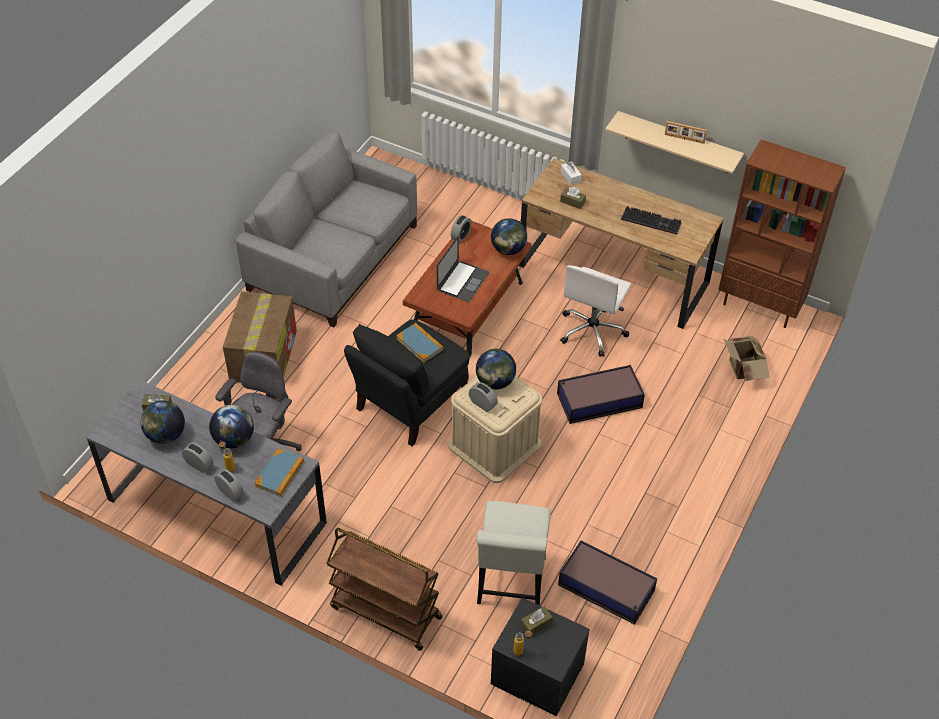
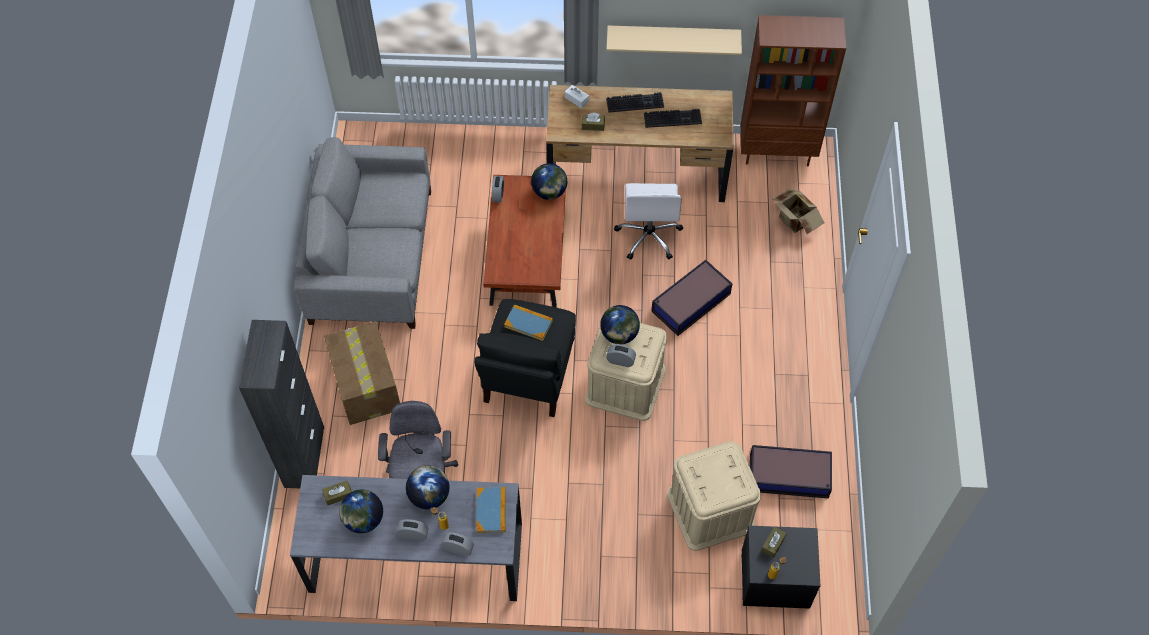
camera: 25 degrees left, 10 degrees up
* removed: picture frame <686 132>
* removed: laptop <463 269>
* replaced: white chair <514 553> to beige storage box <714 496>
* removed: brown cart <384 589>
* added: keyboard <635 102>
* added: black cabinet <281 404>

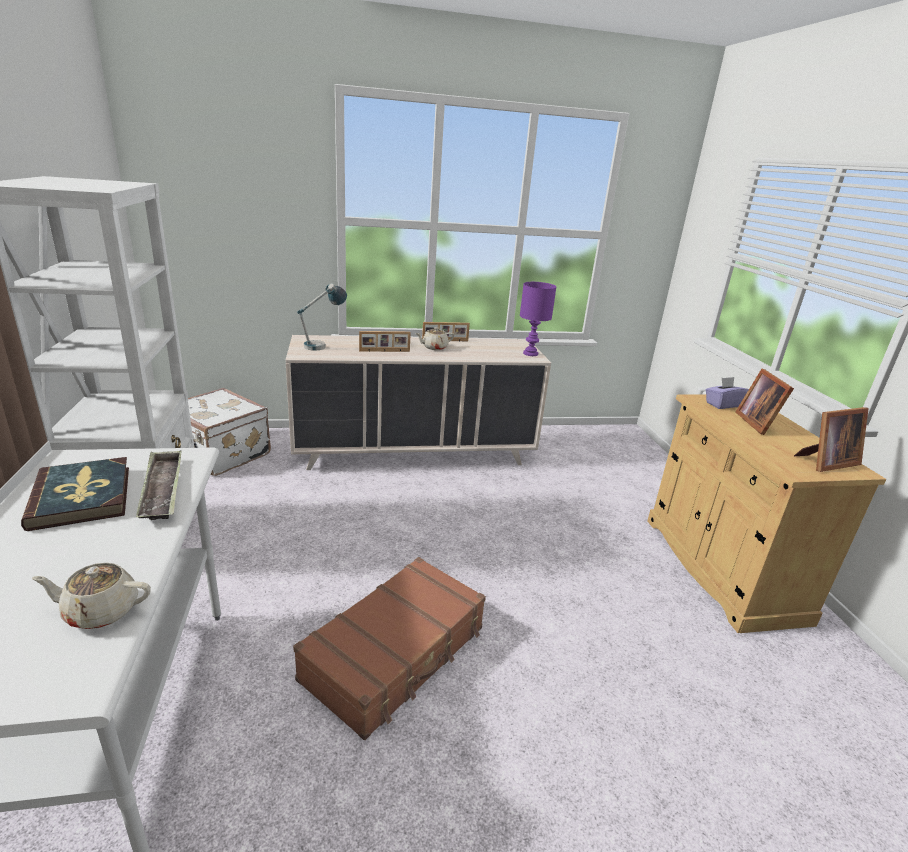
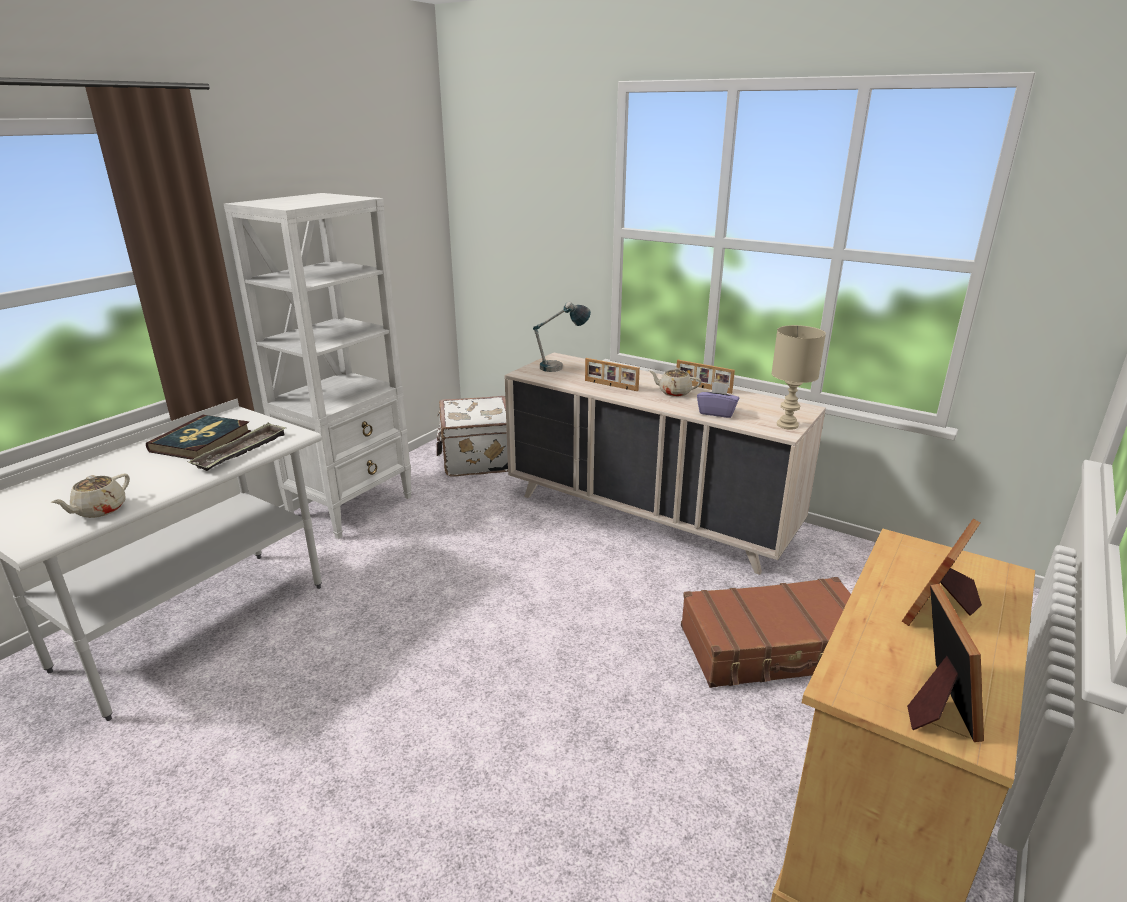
camera: 45 degrees right, 0 degrees up
* recoloured: purple table lamp <538 319> to beige table lamp <798 377>
* moved: purple tissue box <727 393> to <718 400>
* turned: picture frame <831 439> = <945 663> 105 degrees counterclockwise
* moved: brown suitcase <389 648> to <766 632>
* turned: beige teapot <91 596> = <90 496> 105 degrees counterclockwise

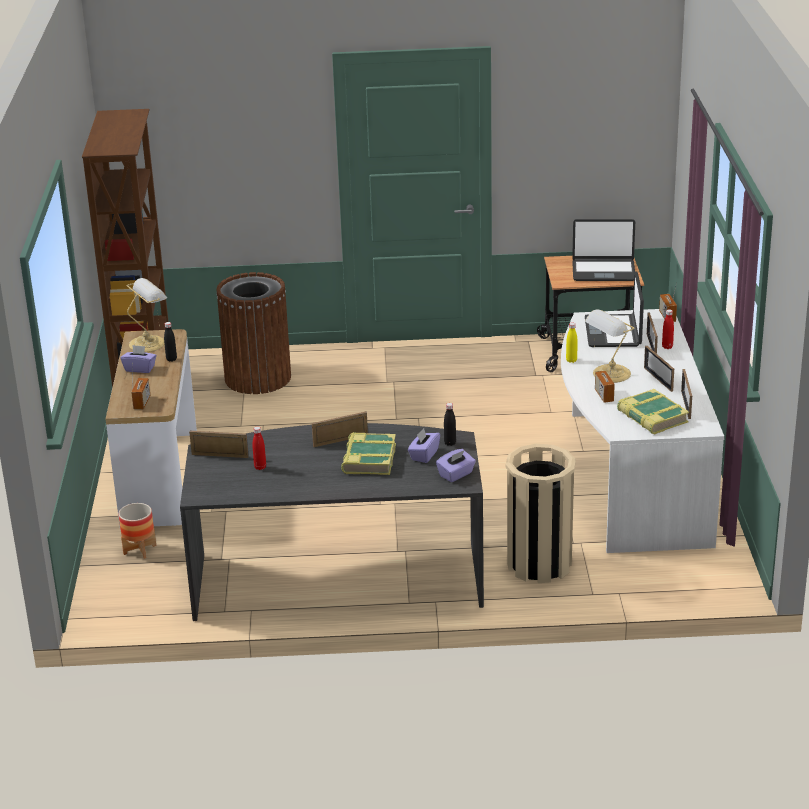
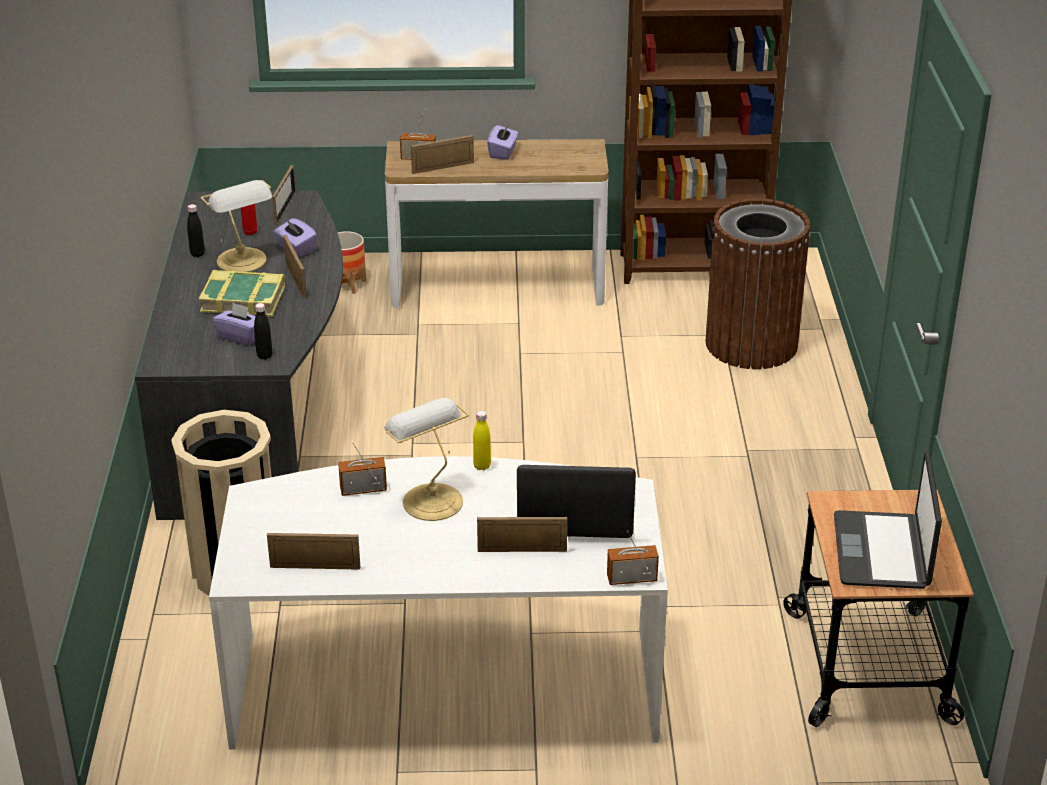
camera: 90 degrees right, 5 degrees up
* moved: table lamp <147 315> to <236 226>
* removed: red bottle <668 329>
* moved: black bottle <170 341> to <196 230>
* moved: picture frame <659 369> to <442 154>
* removed: book <653 411>
* moved: purple tissue box <456 465> to <295 238>

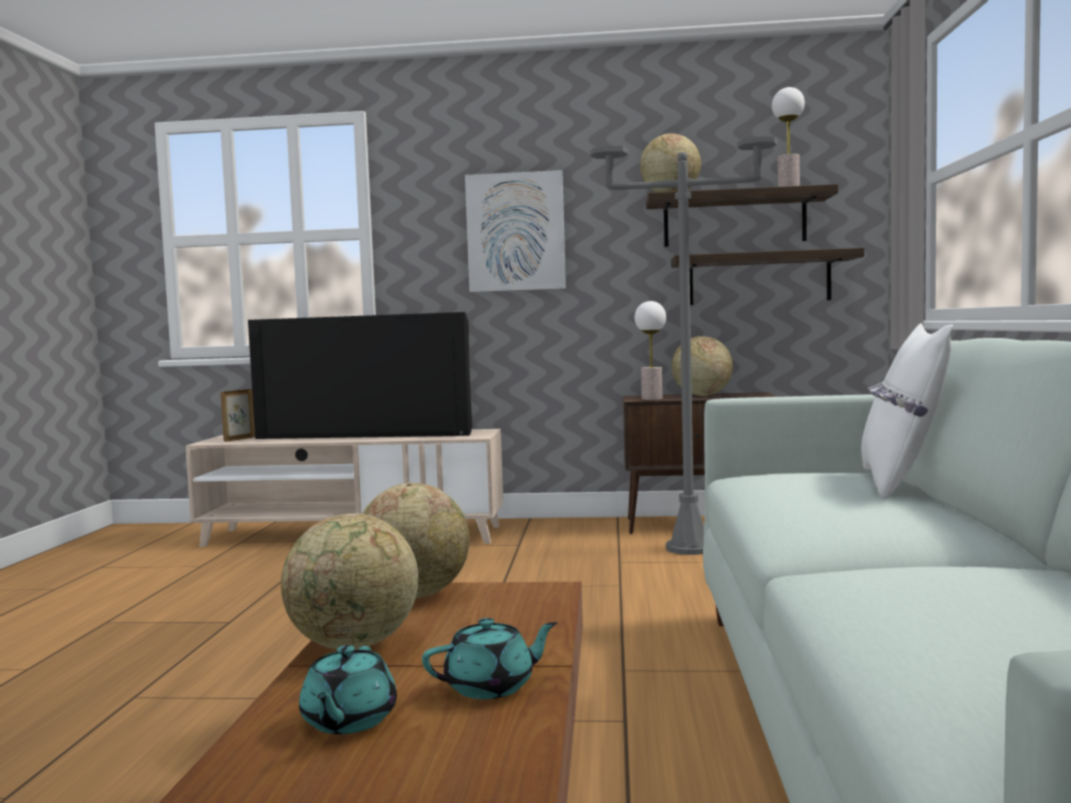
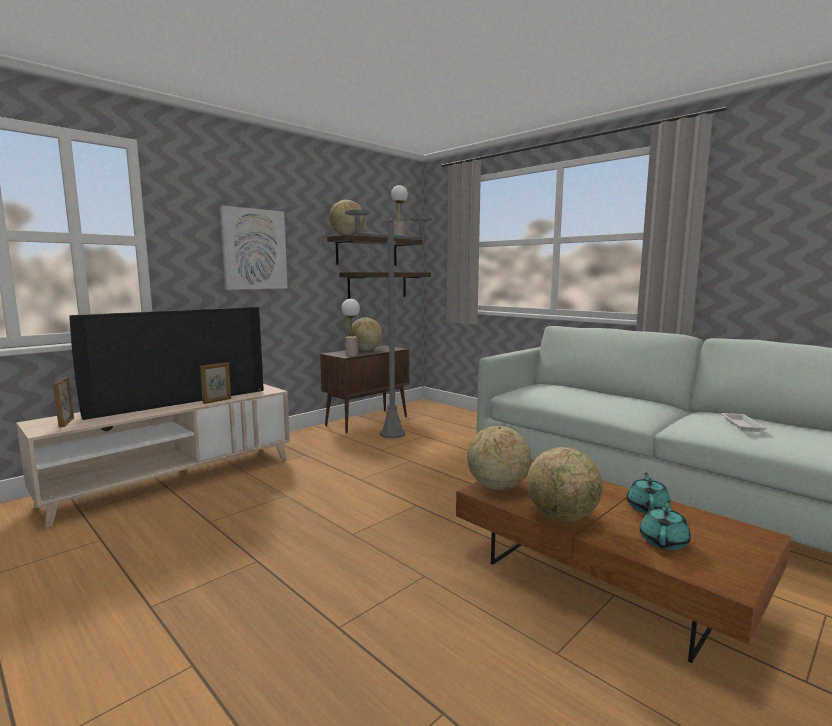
camera: 50 degrees left, 5 degrees up
* removed: white pillow <907 411>
* turned: turquoise teapot <348 689> = <665 525> 105 degrees counterclockwise
* added: picture frame <215 383>
* added: white tray <744 422>

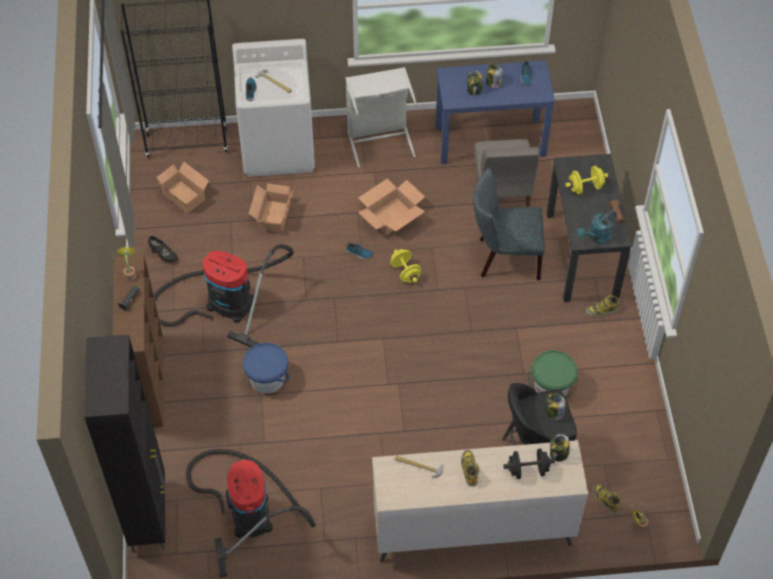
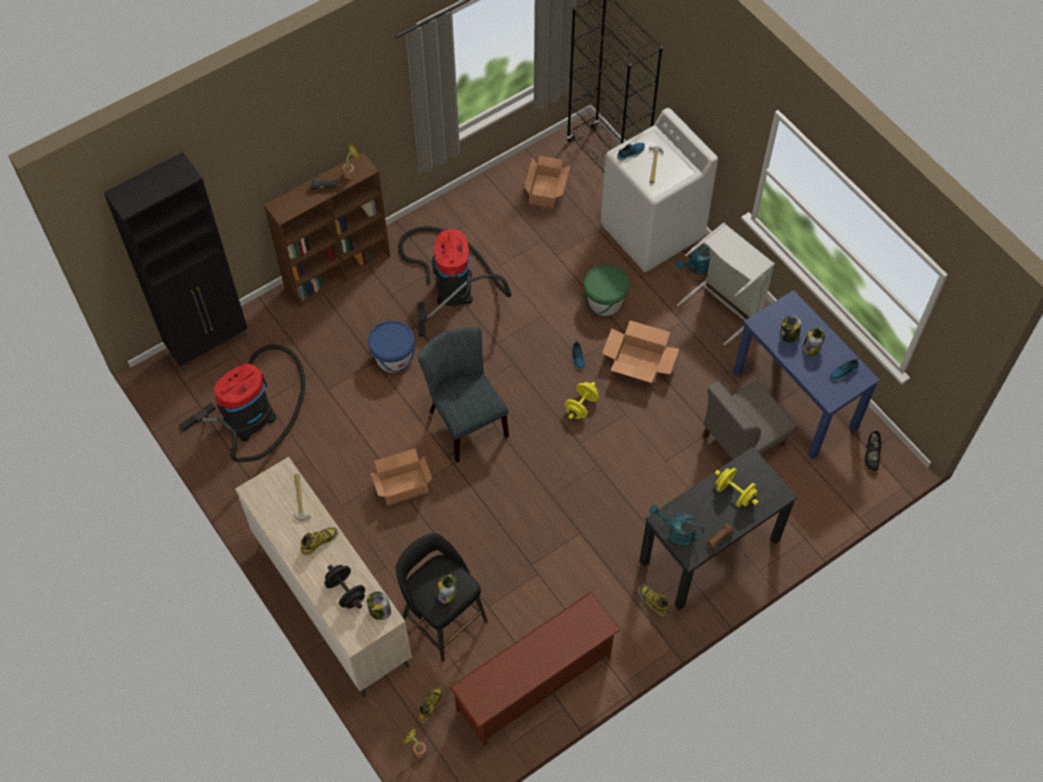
camera: 60 degrees right, 5 degrees up
* moved: grey chair <509 224> to <463 394>
* moved: cardboard box <271 208> to <401 477>
* moved: black shoe <163 249> to <873 451>
* moved: green bucket <553 374> to <606 290>
* added: turquoise watering can <693 259>
* added: brown shoe rack <534 669>

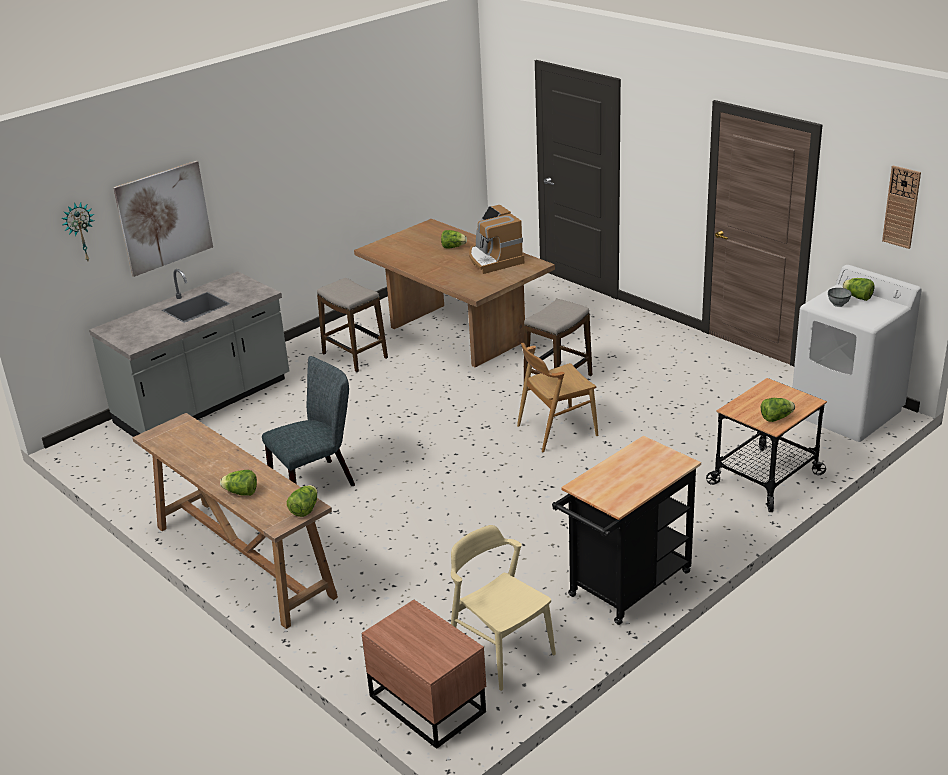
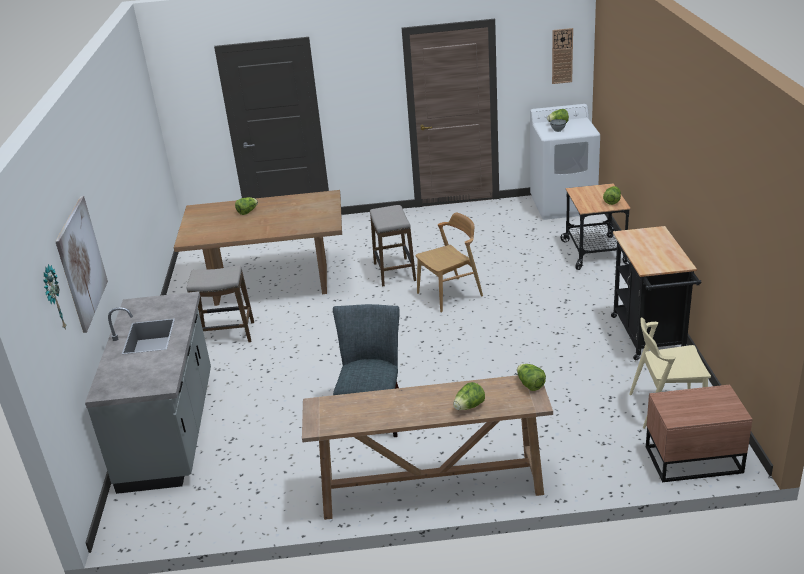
camera: 50 degrees left, 0 degrees up
* removed: coffee machine <496 239>
* turned: brown chair <557 397> = <449 262> 135 degrees counterclockwise

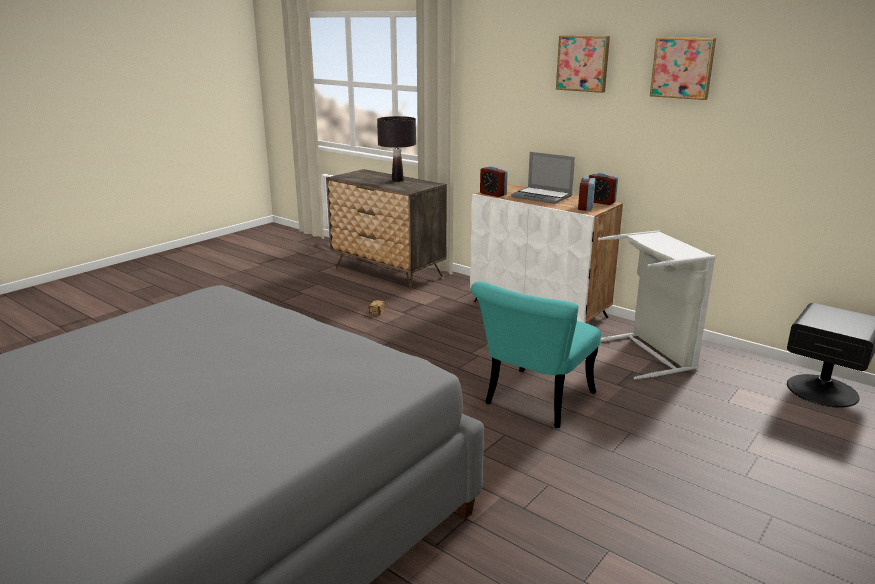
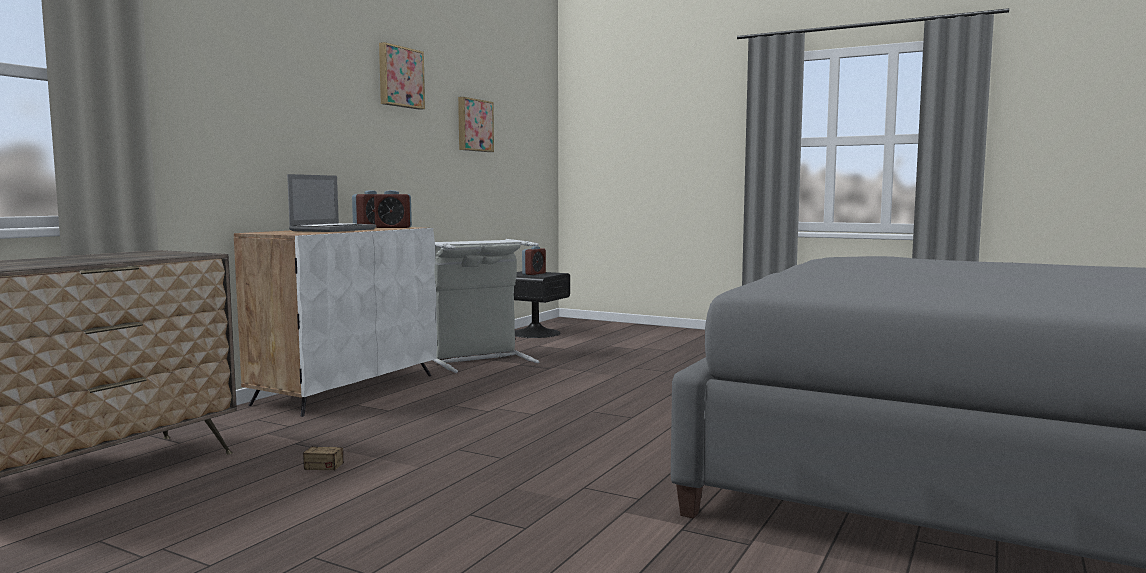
camera: 100 degrees left, 15 degrees down
* moved: picture <583 64> to <476 124>
* removed: black table lamp <396 149>
* moved: alarm clock <494 181> to <534 260>
* removed: turquoise chair <536 354>

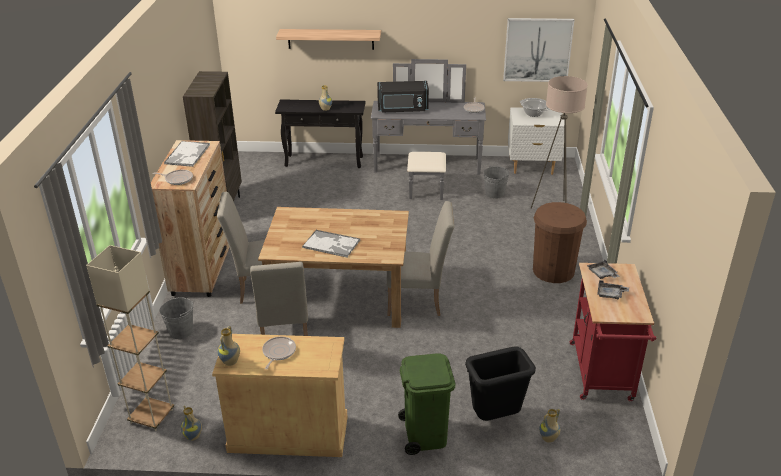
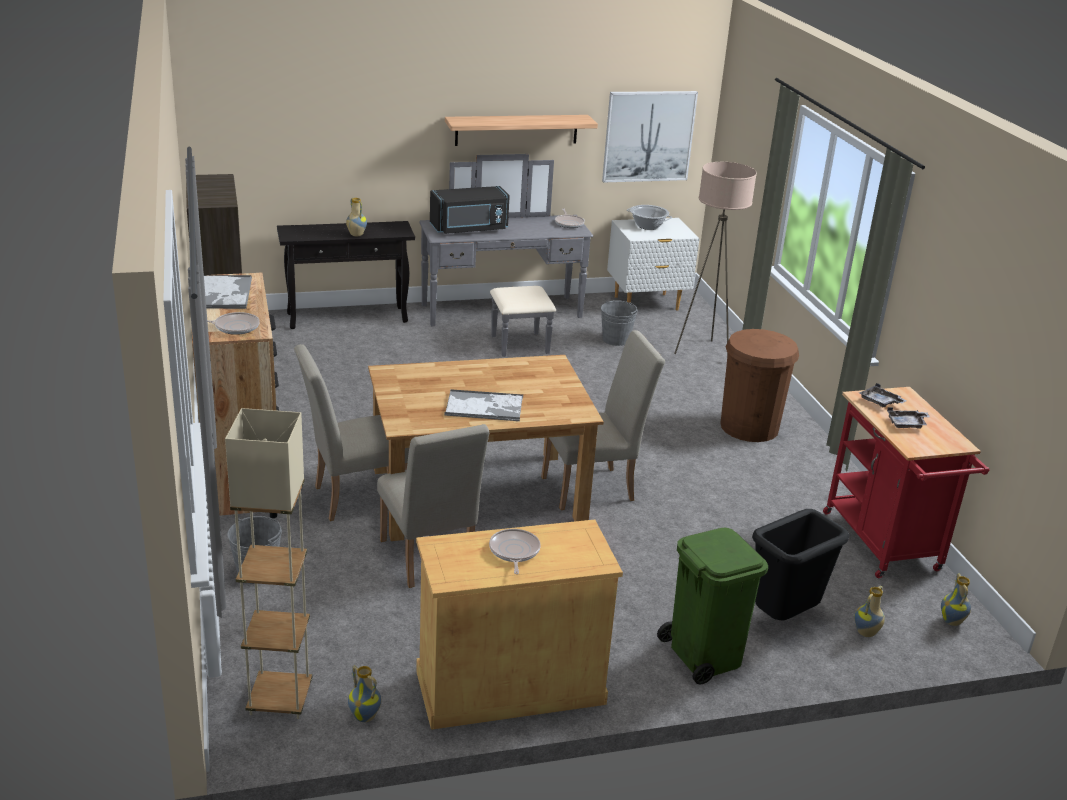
camera: 20 degrees left, 5 degrees down
* moved: shelf <328 39> to <521 130>
* moved: vase <229 346> to <956 599>

